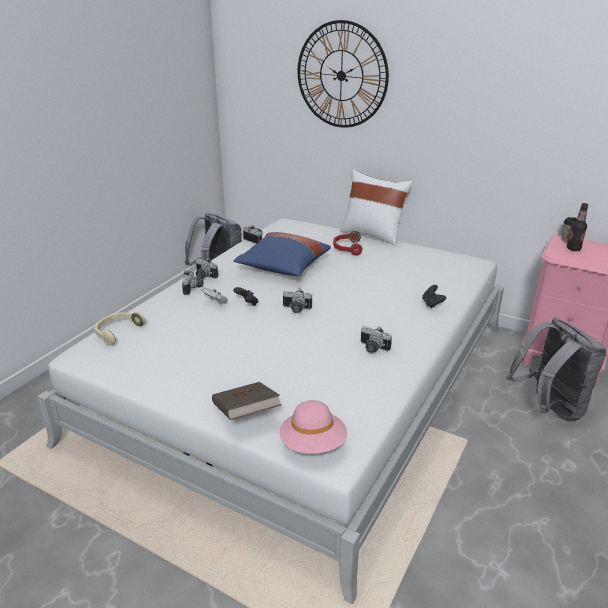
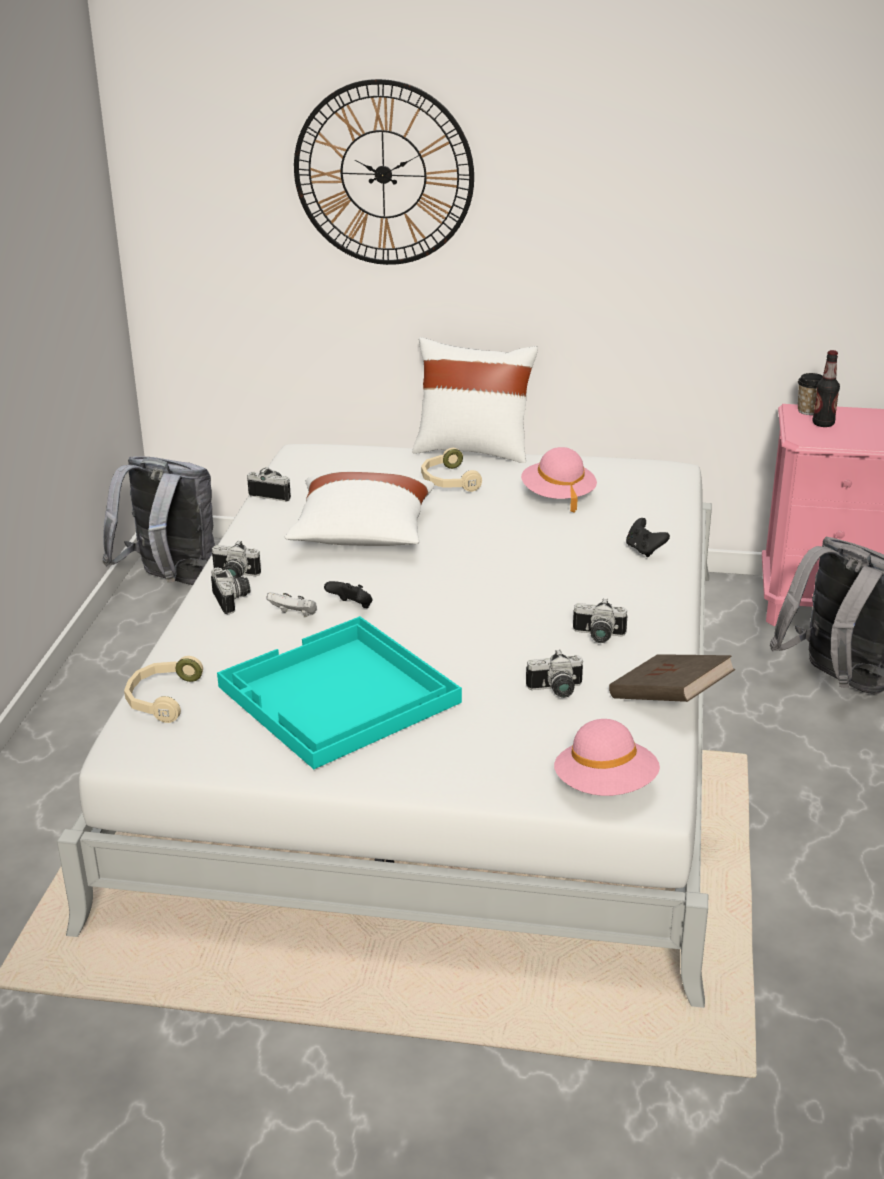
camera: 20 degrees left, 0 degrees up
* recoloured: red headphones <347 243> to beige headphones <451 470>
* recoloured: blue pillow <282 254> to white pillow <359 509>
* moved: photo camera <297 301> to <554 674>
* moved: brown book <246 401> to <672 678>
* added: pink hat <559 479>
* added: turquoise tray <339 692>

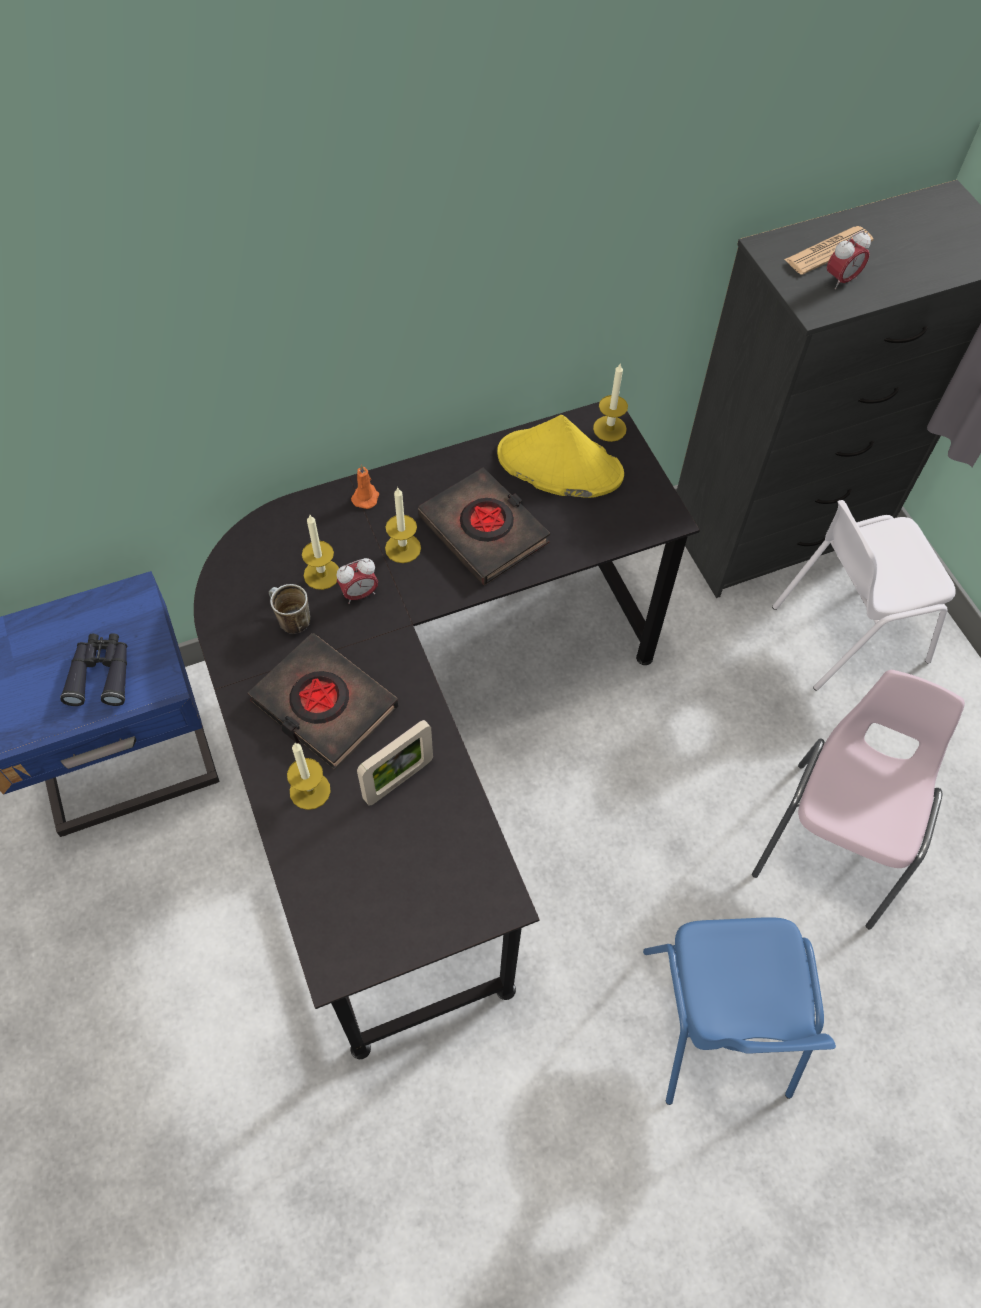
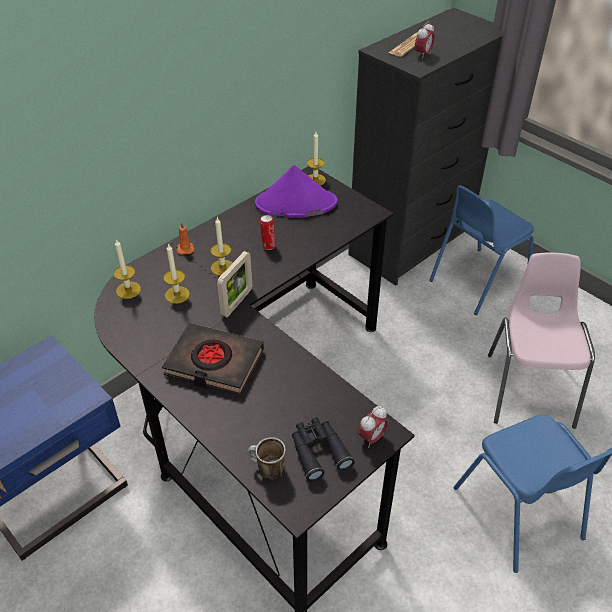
camera: 20 degrees left, 15 degrees down
* recoloured: yellow hat <560 456> to purple hat <296 191>
* replaced: black book <484 526> to can <268 232>
* recoloured: white chair <864 595> to blue chair <481 250>
* moved: alarm clock <357 581> to <373 427>
* moved: mug <289 608> to <266 458>
* moved: black binoculars <93 669> to <323 449>
* moved: picture frame <395 763> to <234 284>
* moved: candle <309 776> to <127 269>

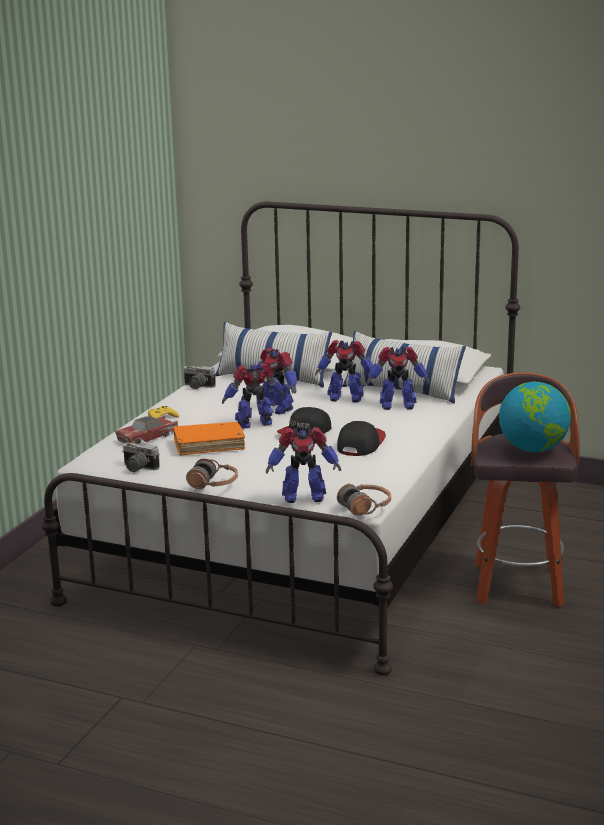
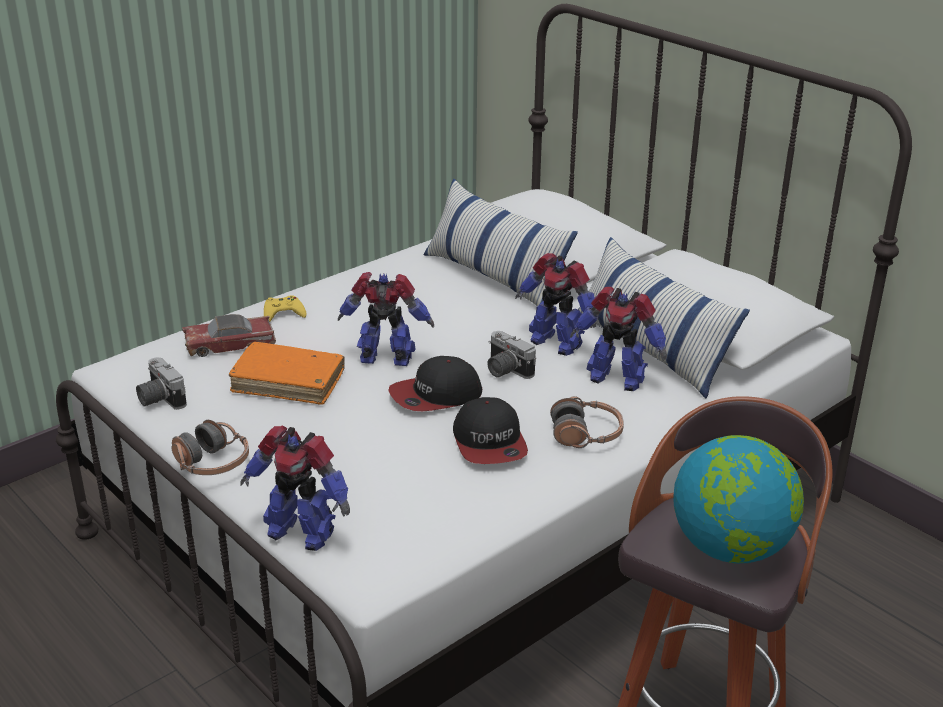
camera: 25 degrees right, 10 degrees up
* removed: toy robot <276 381>
* moved: photo camera <199 377> to <511 355>
* turned: cap <361 438> = <490 430> 120 degrees clockwise
* moved: headphones <364 500> to <587 422>

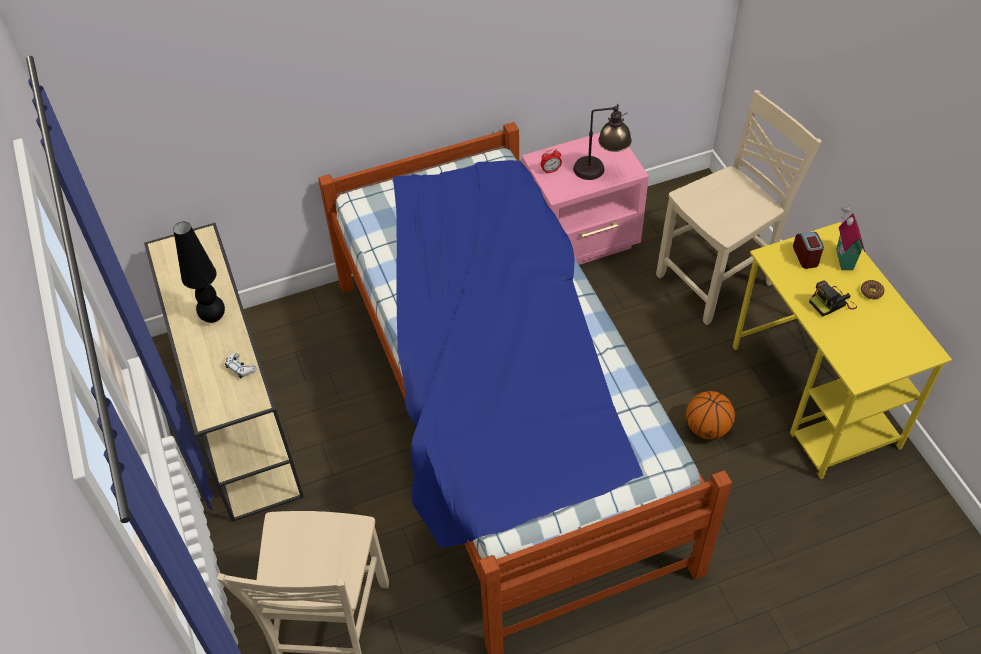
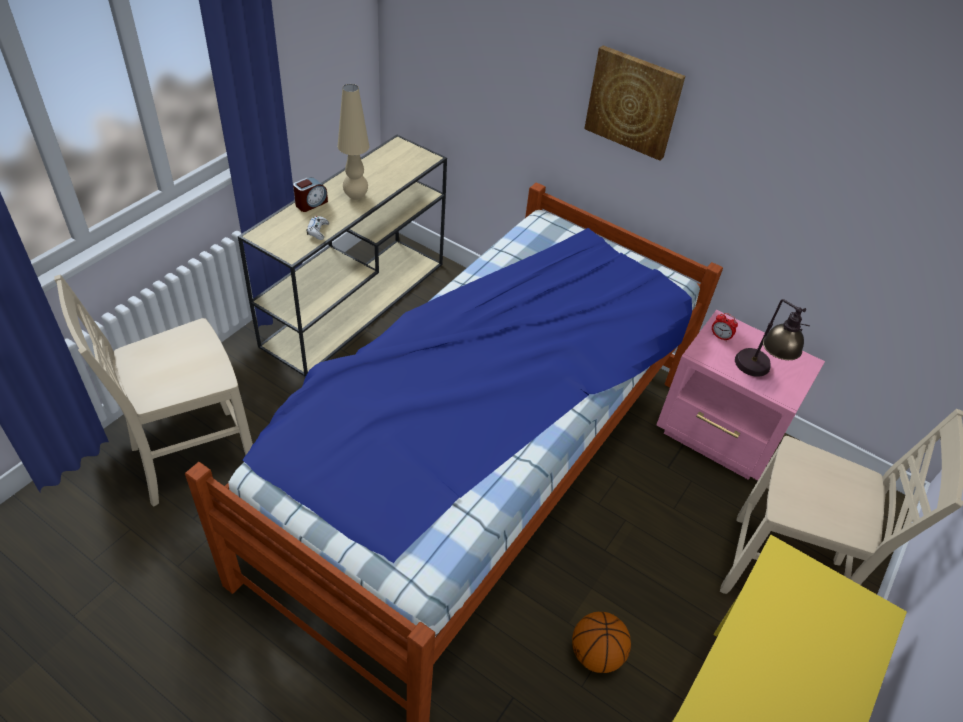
camera: 50 degrees right, 5 degrees down
* removed: toy house <850 237>
* recoloured: black table lamp <199 272> to beige table lamp <353 142>
* moved: alarm clock <808 250> to <310 194>
* removed: photo camera <833 298>
* removed: donut <873 289>
* added: picture <634 103>

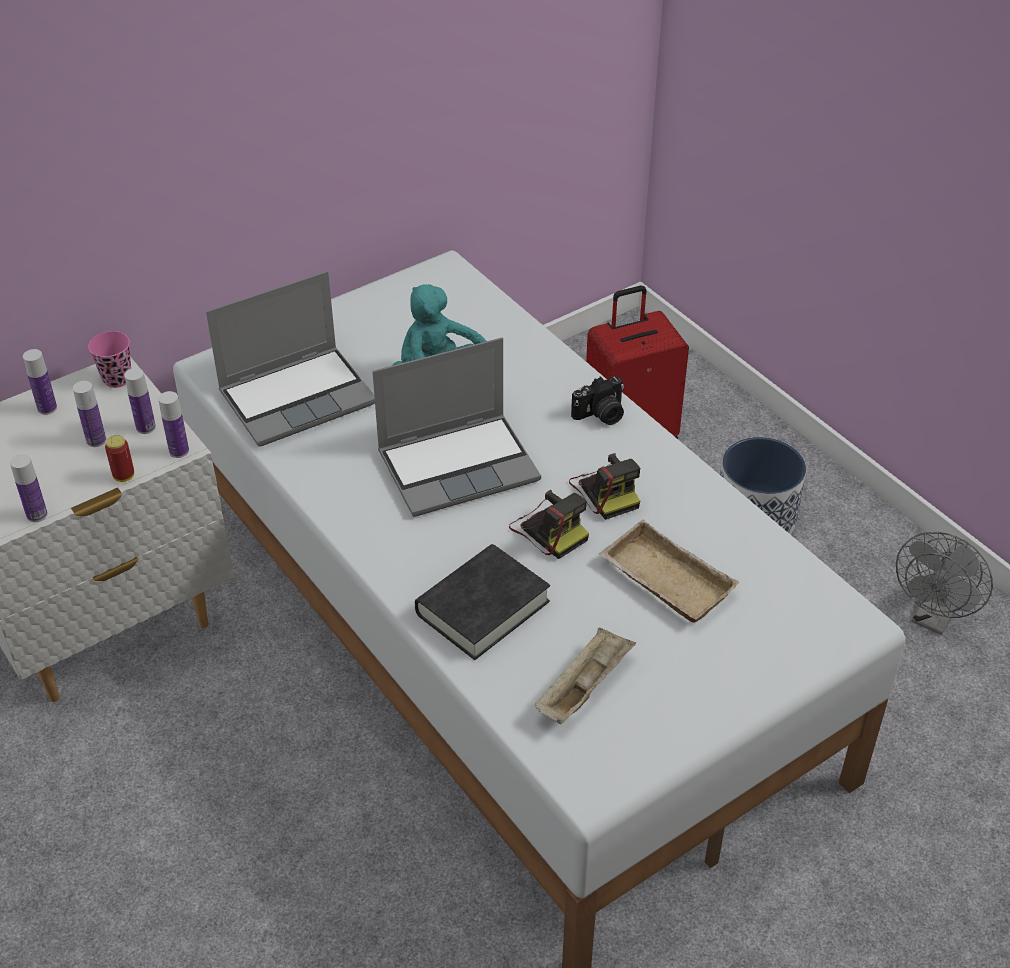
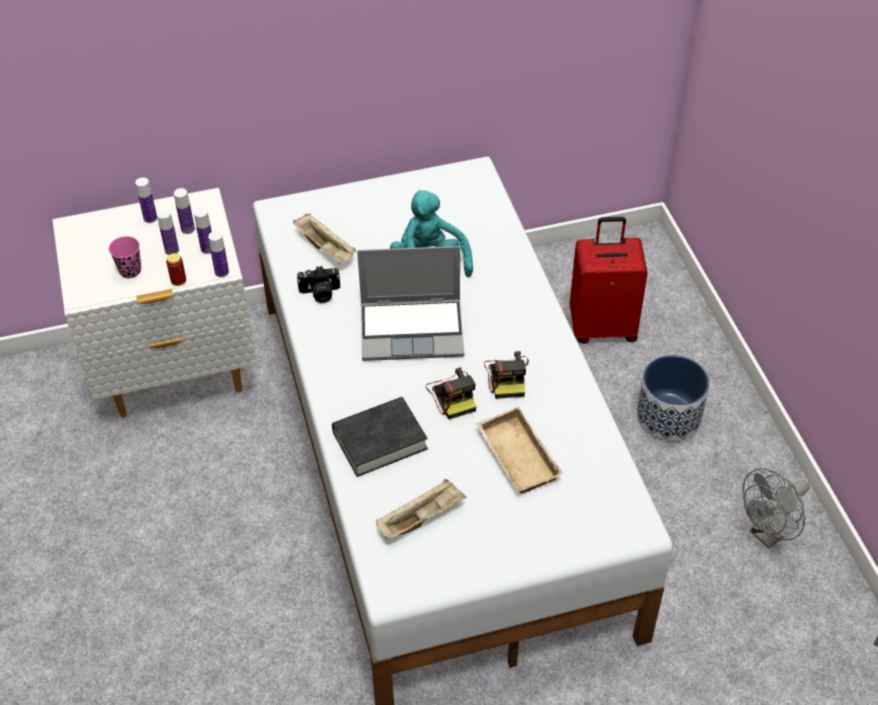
camera: 20 degrees right, 5 degrees up
* replaced: laptop <290 359> to beige tray <324 239>
* moved: pink cup <109 359> to <125 257>
* moved: photo camera <597 400> to <318 284>
* moved: bottle <29 488> to <184 211>

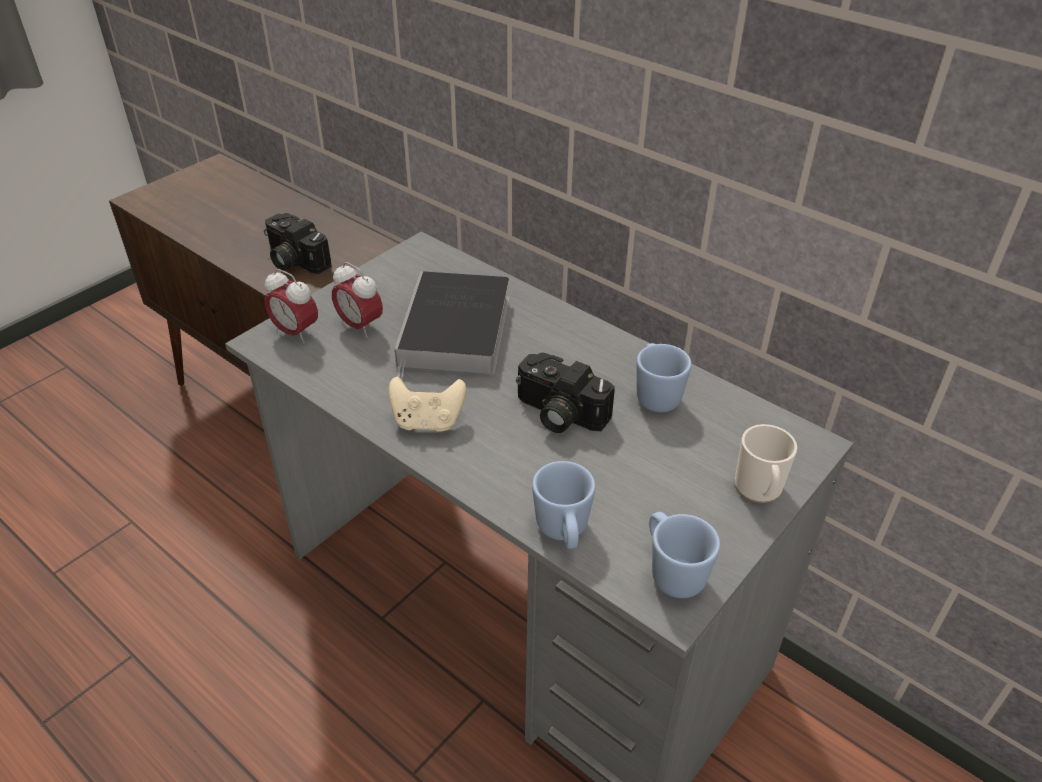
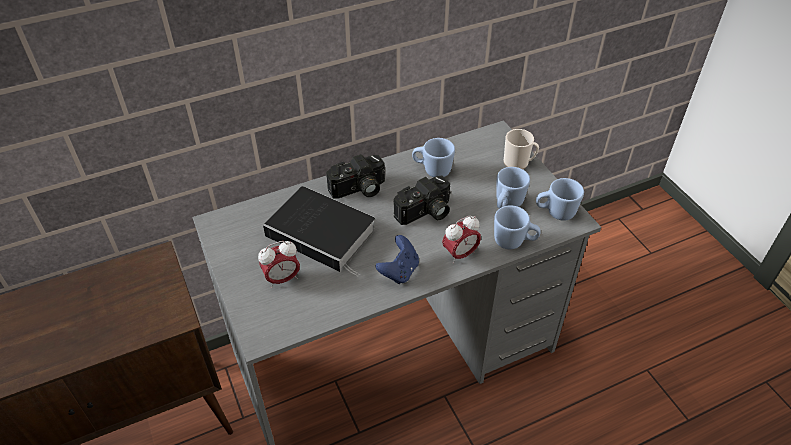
camera: 65 degrees left, 5 degrees up
* moved: photo camera <298 243> to <355 176>
* moved: alarm clock <291 306> to <461 240>
* recoloured: beige game controller <427 404> to blue game controller <397 259>
* added: blue mug <513 188>

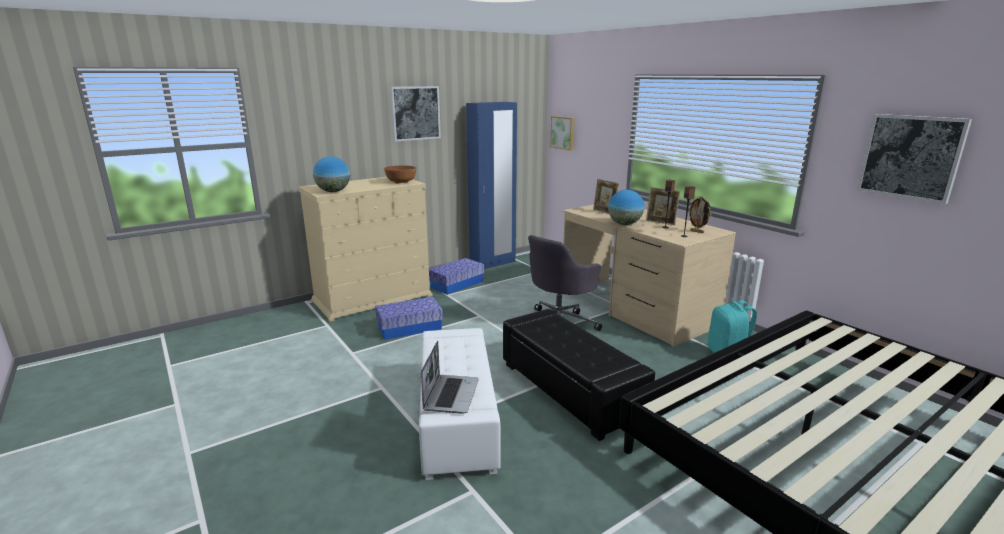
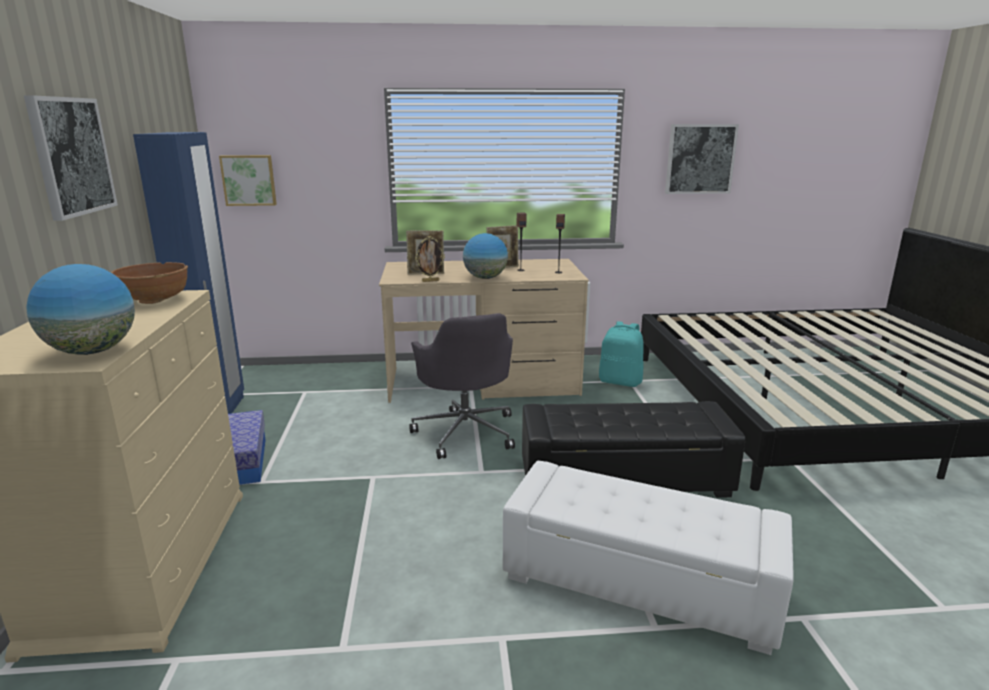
camera: 60 degrees left, 0 degrees up
* moved: picture frame <699 214> to <430 259>
* removed: storage box <409 318>
* removed: laptop <450 377>

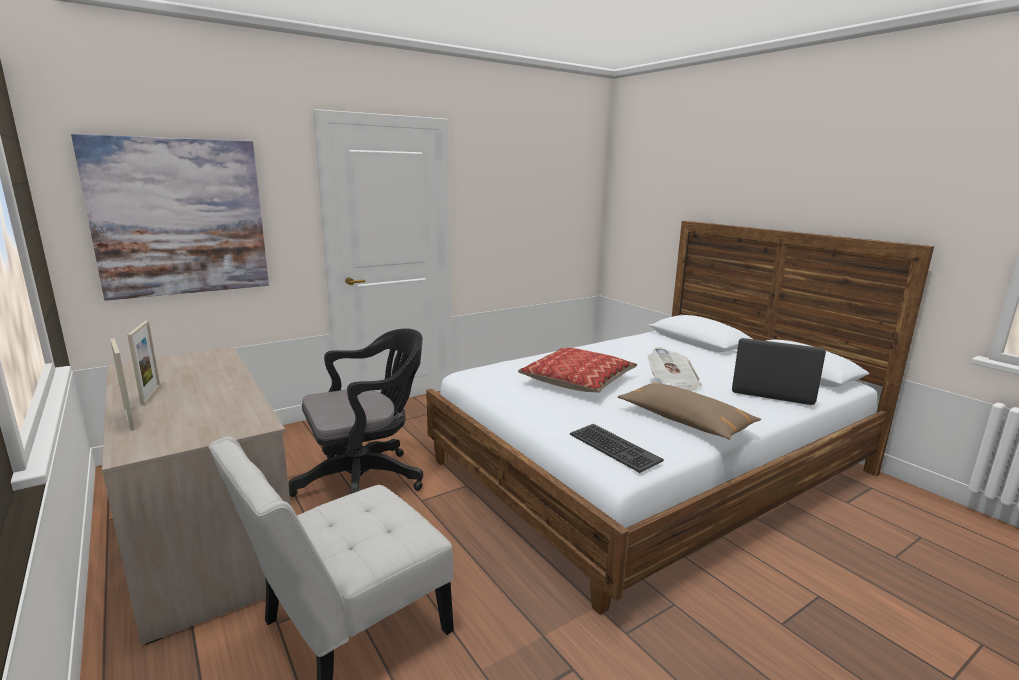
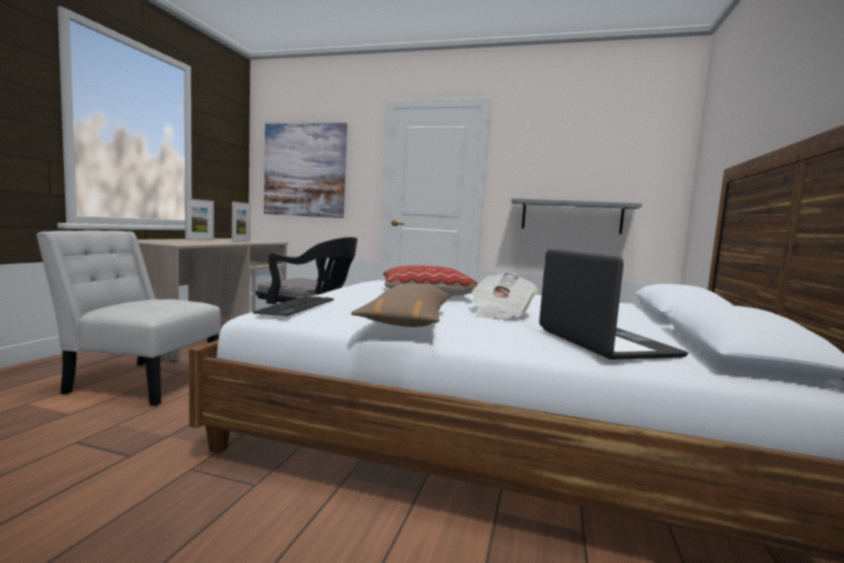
camera: 50 degrees right, 10 degrees down
* moved: picture frame <122 384> to <241 221>
* added: grey shelf <576 216>

